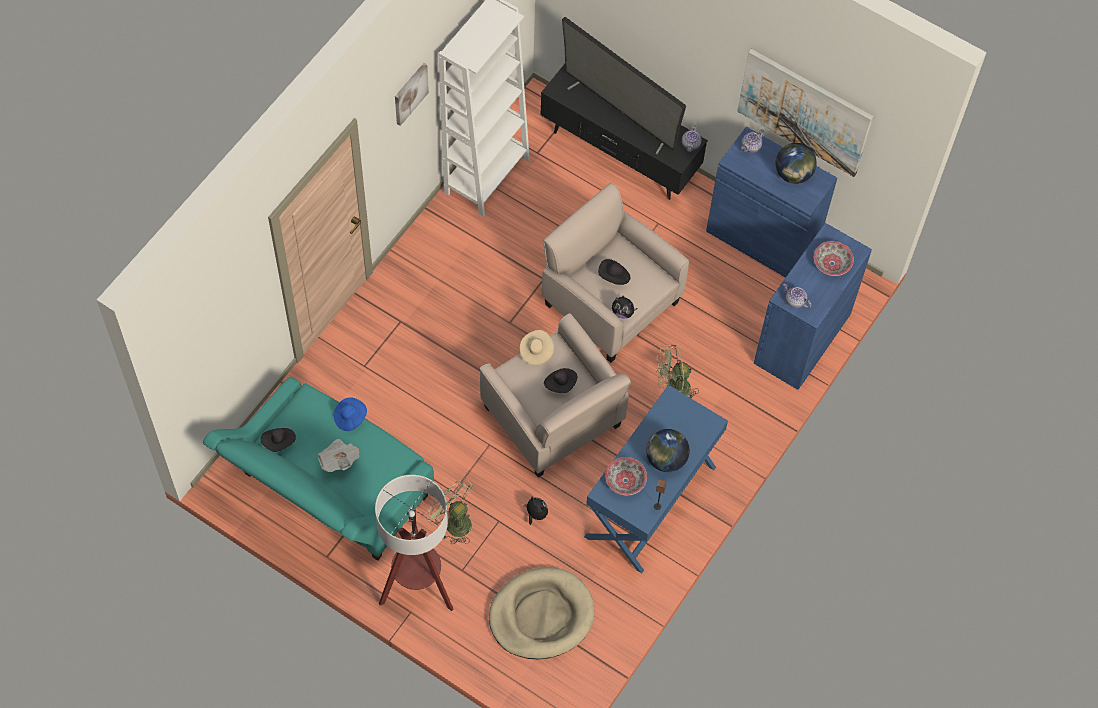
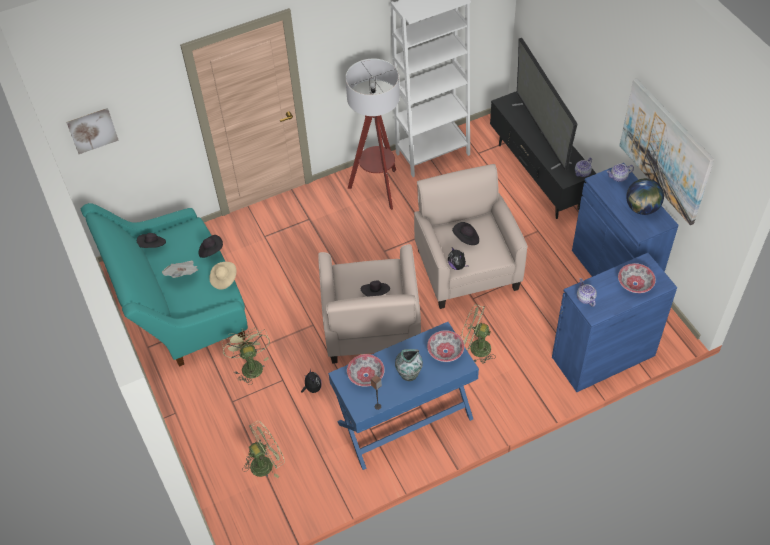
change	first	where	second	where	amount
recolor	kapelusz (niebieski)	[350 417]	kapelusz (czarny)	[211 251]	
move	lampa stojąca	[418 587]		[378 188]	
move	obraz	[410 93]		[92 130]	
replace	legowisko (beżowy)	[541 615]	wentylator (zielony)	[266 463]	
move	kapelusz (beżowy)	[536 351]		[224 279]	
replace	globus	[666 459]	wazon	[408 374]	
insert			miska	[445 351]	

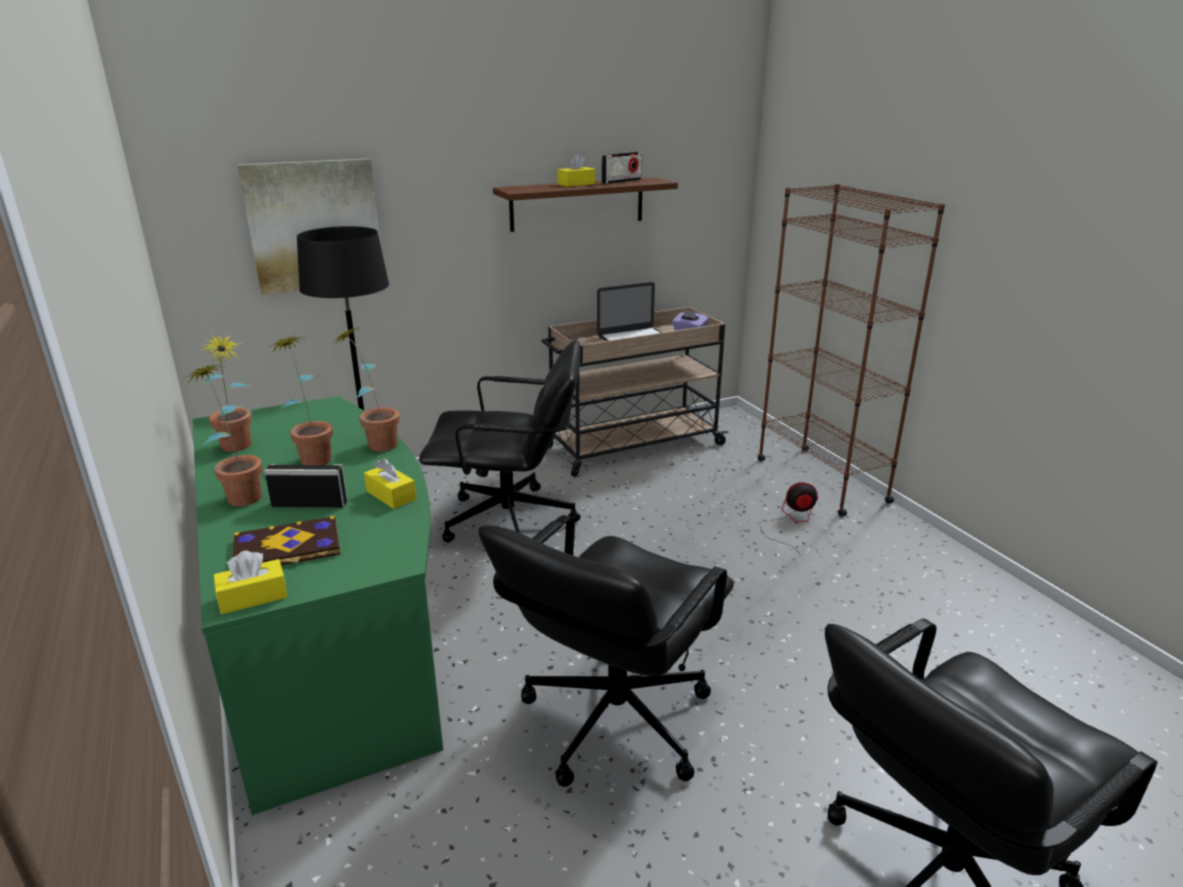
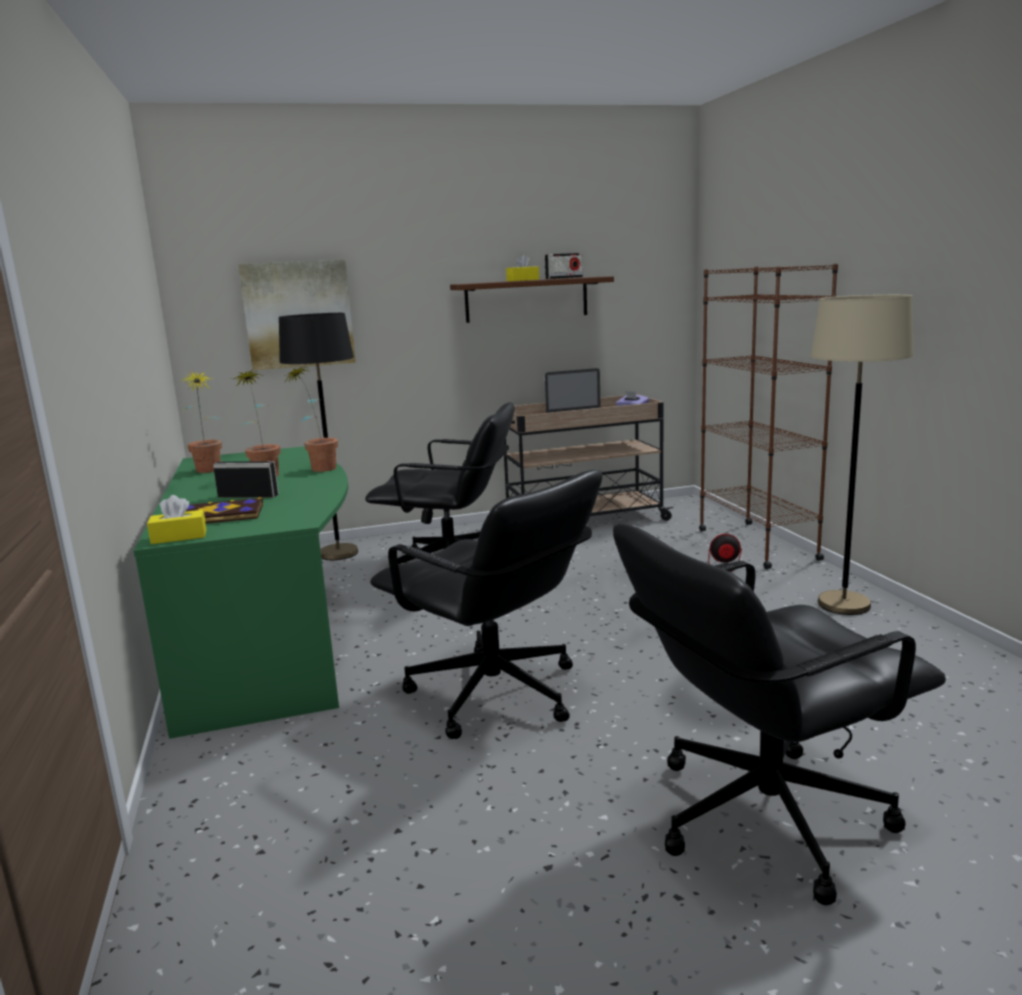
change	first	where	second	where	amount
delete	roślina doniczkowa	[240 494]			
delete	pudełko chusteczek (żółty)	[391 495]			
rotate	krzesło biurowe (czarny)	[613 720]		[495 695]	90 degrees counterclockwise
insert			lampa stojąca (beżowy)	[843 605]	

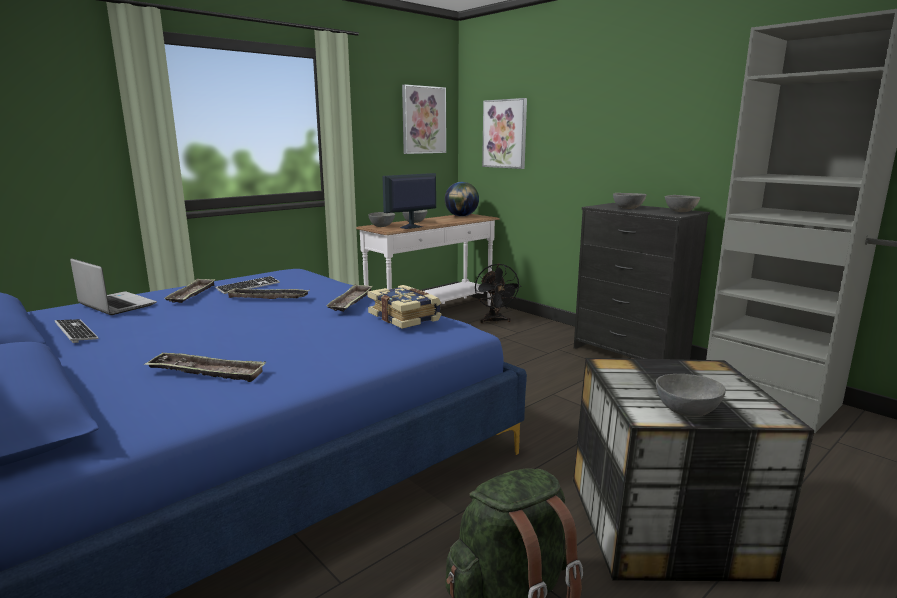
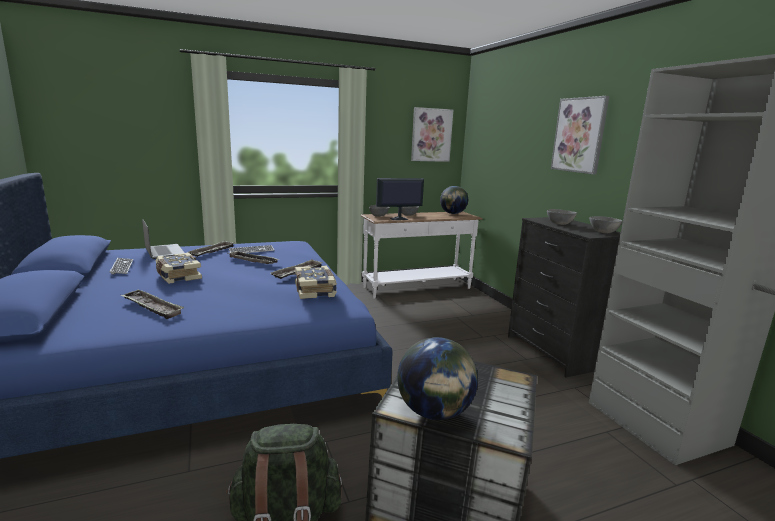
change	first	where	second	where	amount
delete	wentylator (czarny)	[495 321]			
move	obraz	[505 134]		[579 135]	
replace	miska (szary)	[688 412]	globus	[434 412]	
insert			książka	[177 276]	

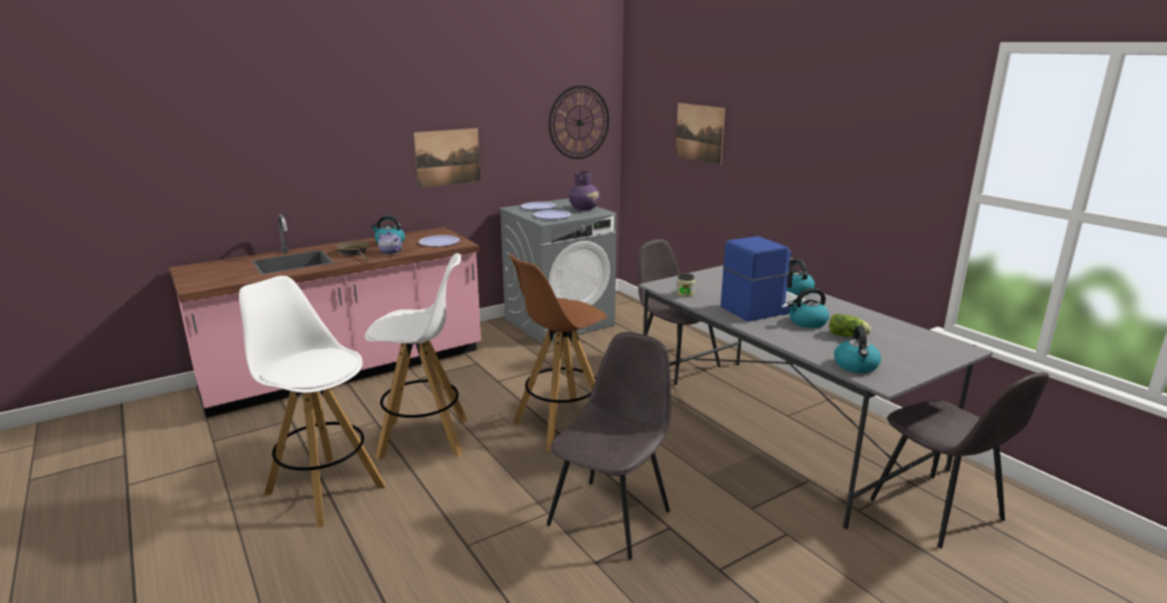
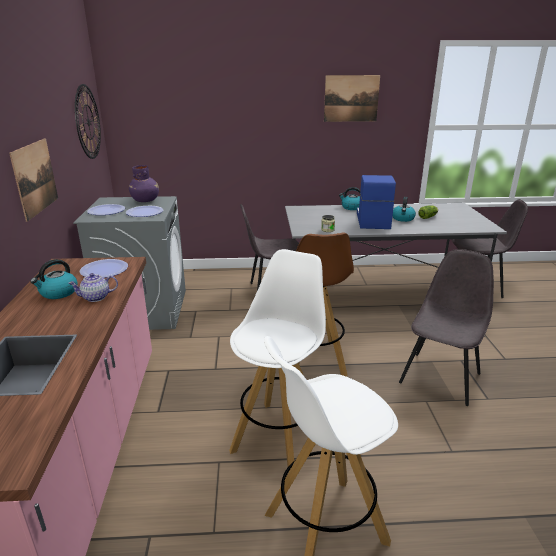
change	first	where	second	where	amount
delete	patelnia (brązowy)	[354 253]			
rotate	krzesło (szary)	[611 516]		[440 377]	60 degrees clockwise
move	obraz	[699 133]		[351 98]	
delete	czajnik	[856 366]			

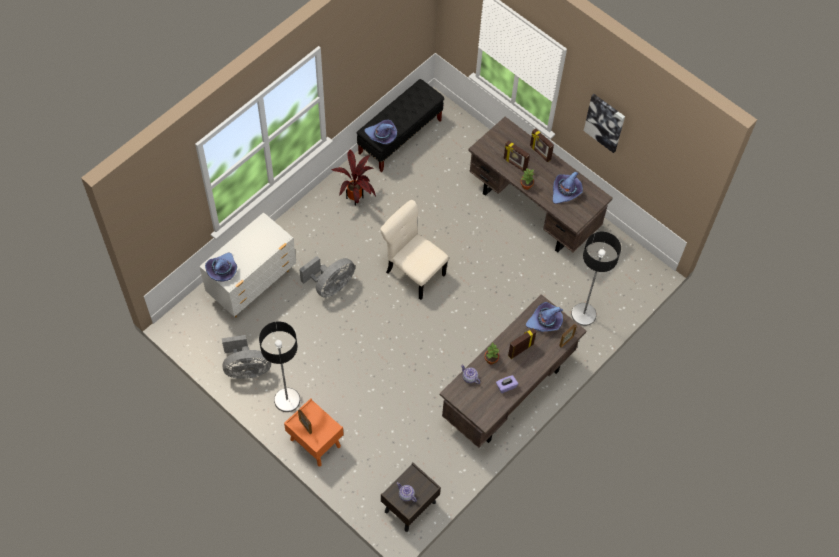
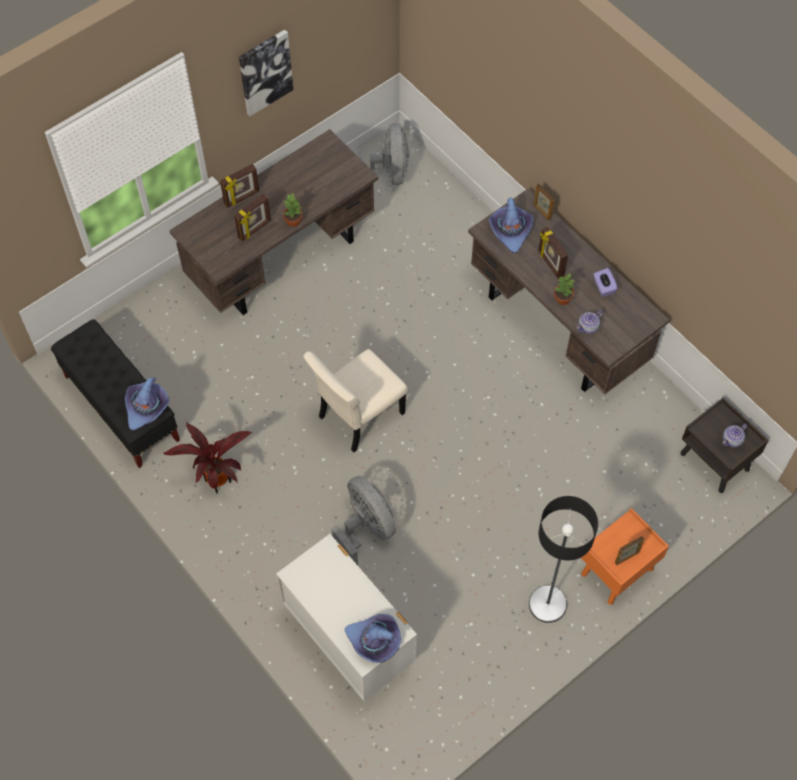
change	first	where	second	where	amount
move	wentylator (szary)	[246 369]		[388 175]	
delete	kapelusz (fioletowy)	[566 191]			
delete	lampa stojąca	[583 314]			

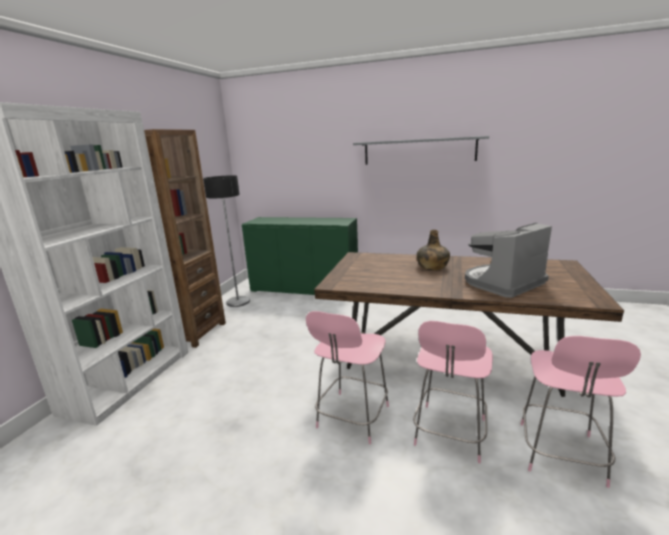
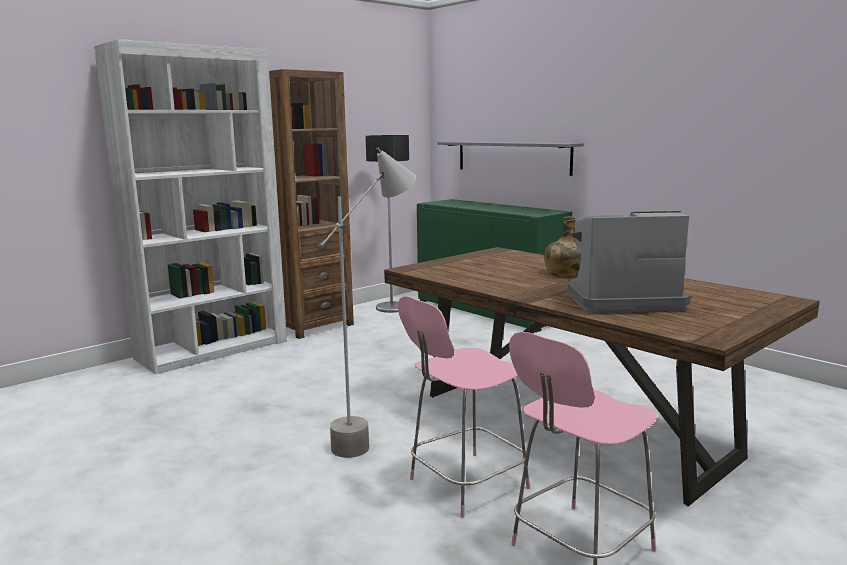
change	first	where	second	where	amount
replace	krzesło (różowy)	[352 418]	lampa stojąca (szary)	[376 438]	
move	półka (szary)	[419 151]		[512 157]	

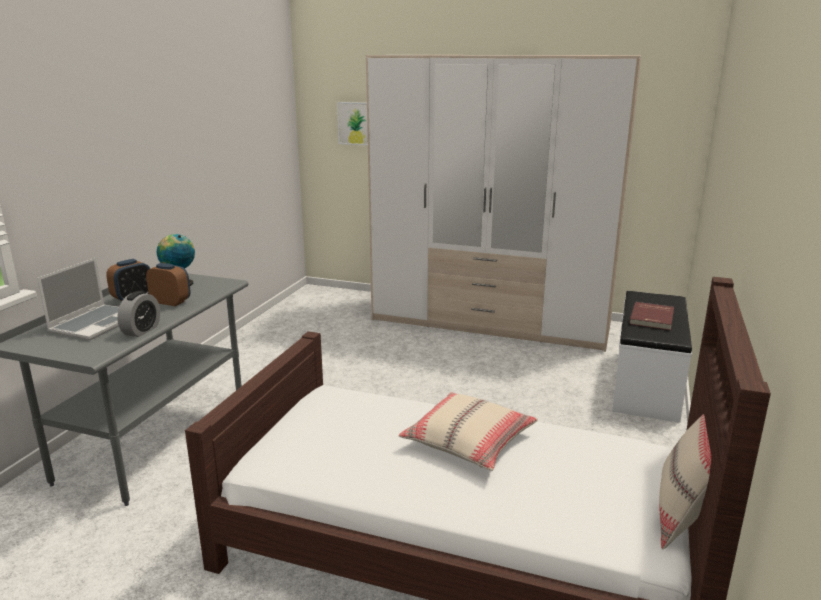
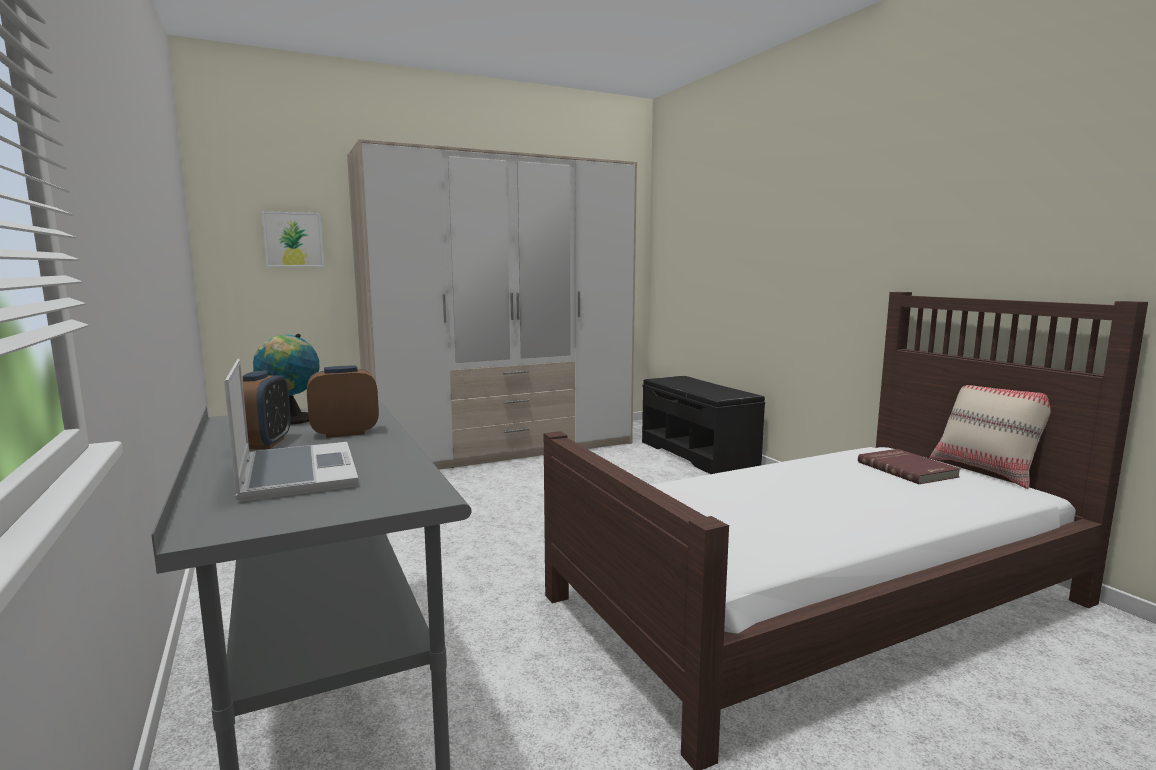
change	first	where	second	where	amount
delete	budzik	[141 331]			
delete	poduszka (beżowy)	[469 442]			
recolor	ławka (biały)	[647 384]	ławka (czarny)	[698 454]	
move	książka (czerwony)	[653 318]		[908 469]	

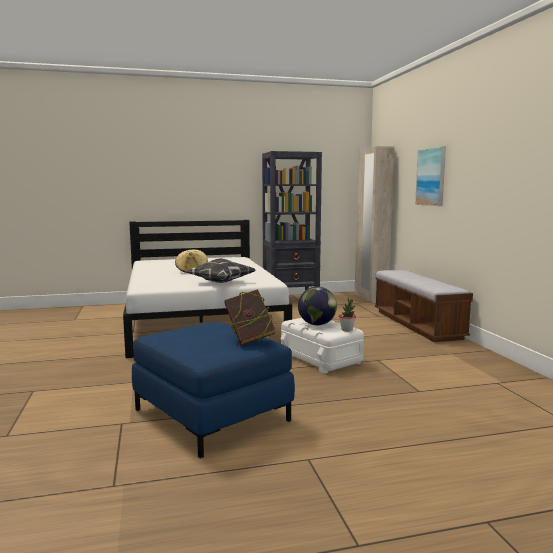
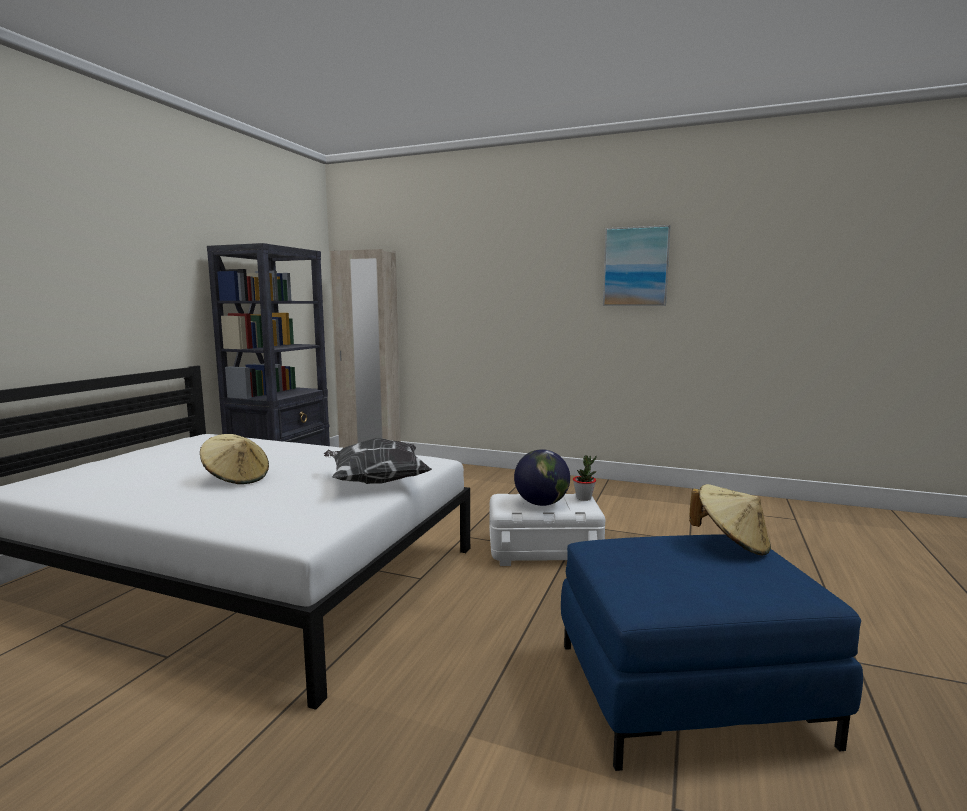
change	first	where	second	where	amount
replace	książka	[249 340]	kapelusz (beżowy)	[731 544]	
delete	ławka	[416 324]			
move	obraz	[431 177]		[635 267]	

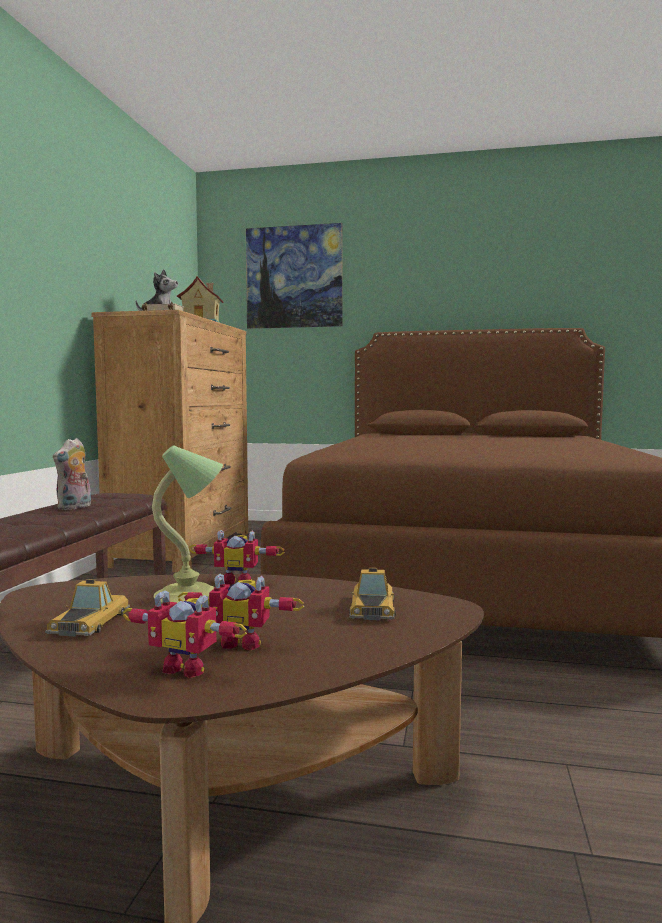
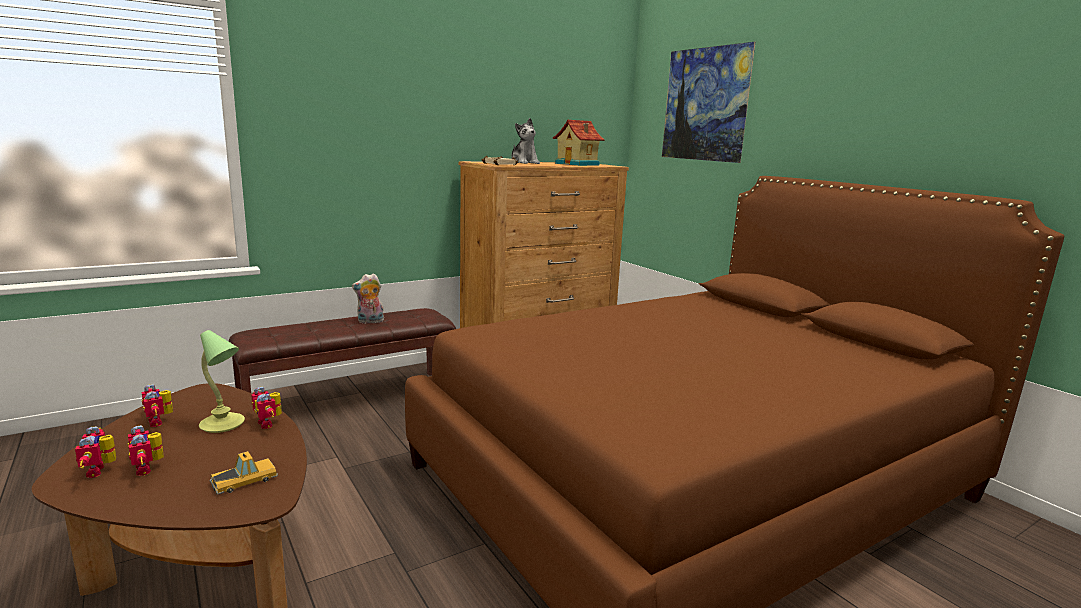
change	first	where	second	where	amount
replace	samochodzik	[91 621]	robot zabawkowy	[160 421]	

